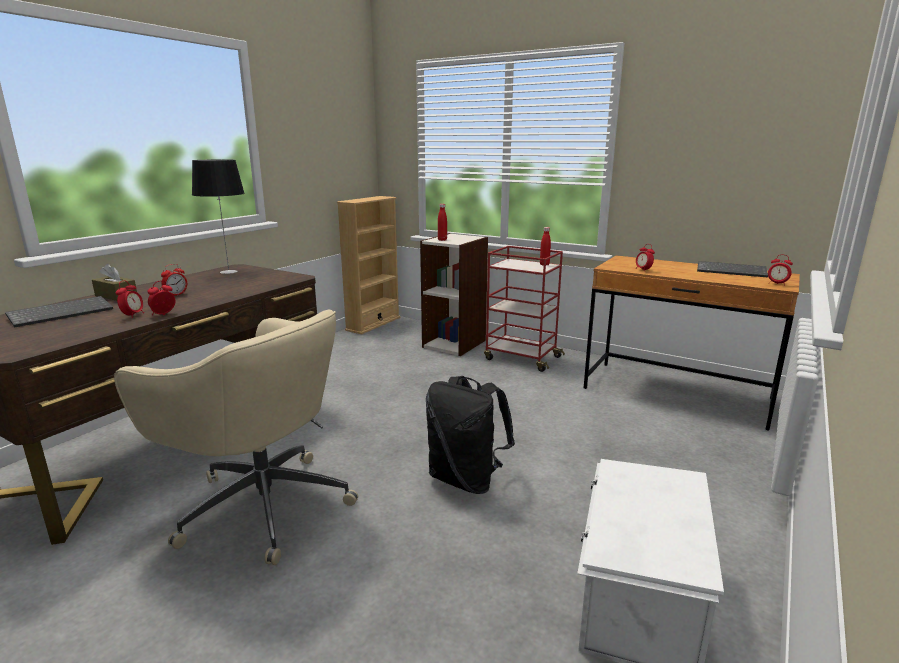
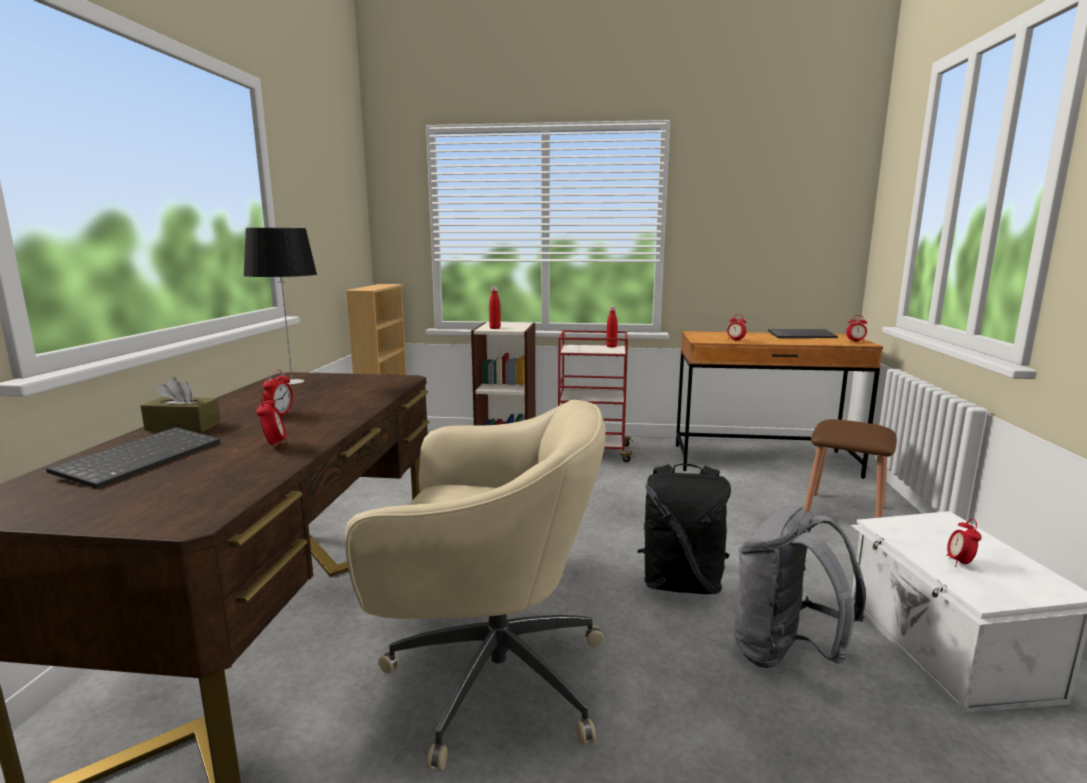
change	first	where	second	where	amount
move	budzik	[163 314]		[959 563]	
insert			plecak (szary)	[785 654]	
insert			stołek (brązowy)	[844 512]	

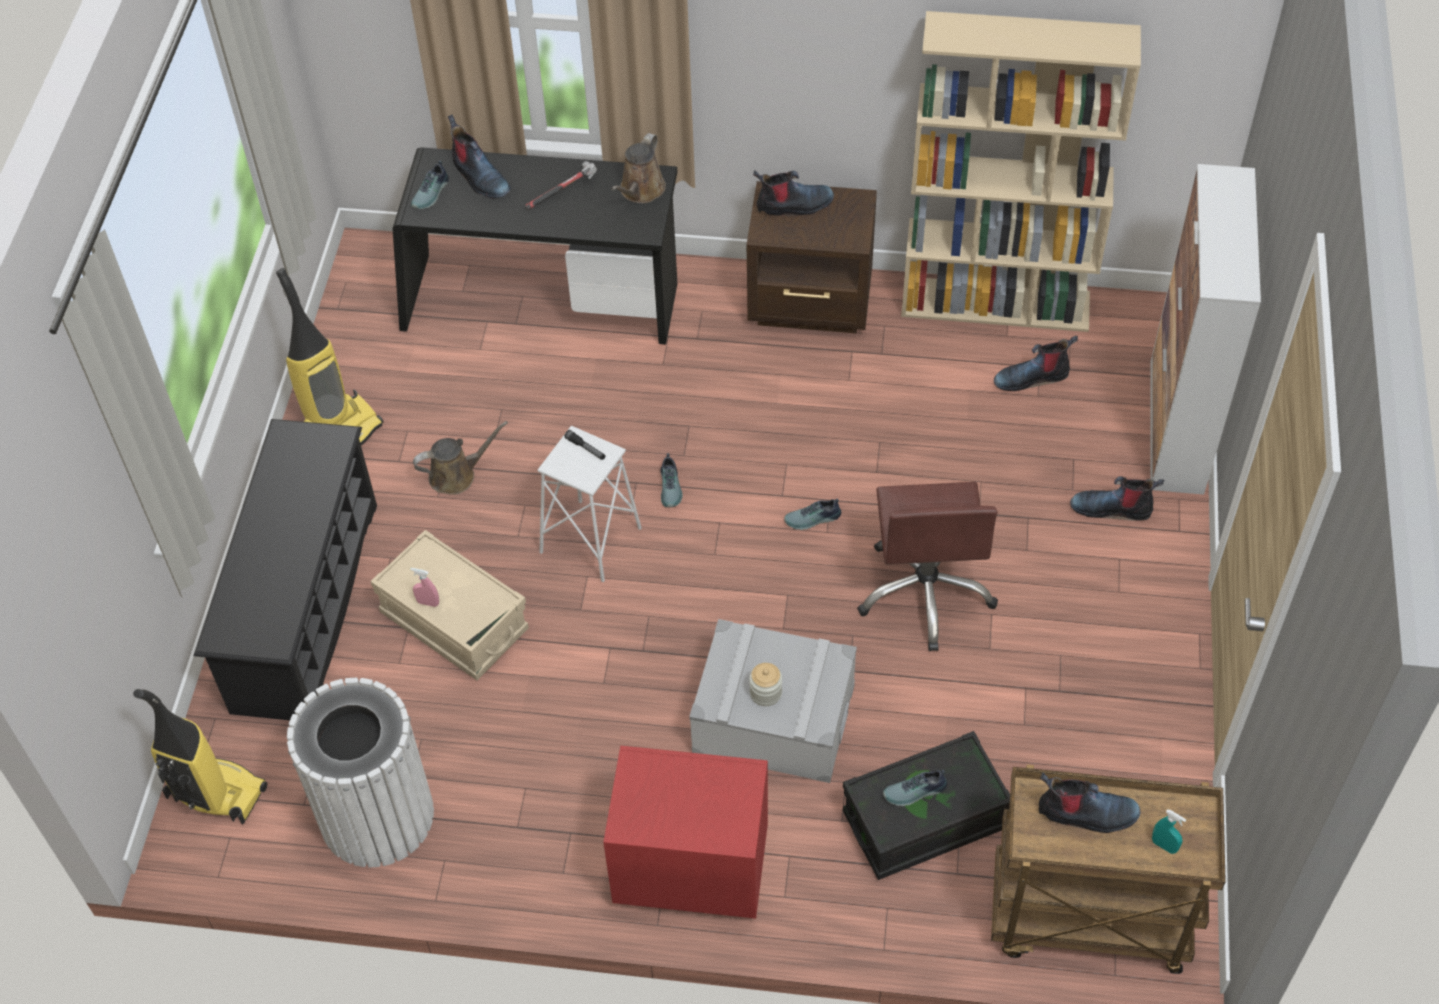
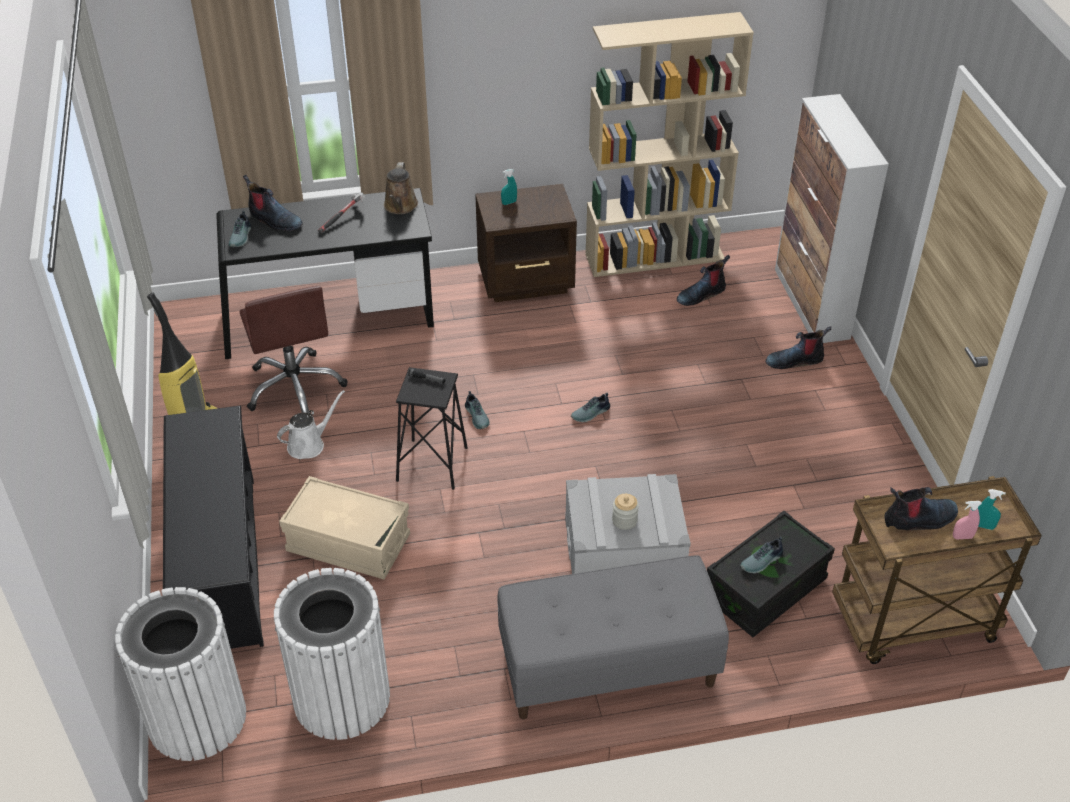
change	first	where	second	where	amount
replace	odkurzacz	[215 794]	kosz na śmieci (biały)	[196 718]	
move	spryskiwacz (różowy)	[428 602]		[962 537]	
recolor	konewka (brązowy)	[457 475]	konewka (biały)	[309 444]	
recolor	stołek (biały)	[590 540]	stołek (czarny)	[432 464]	
replace	szafka nocna (czerwony)	[689 867]	ławka (szary)	[607 668]	
replace	but z cholewką	[793 205]	spryskiwacz (turkusowy)	[509 203]	
move	krzesło biurowe (brązowy)	[925 592]		[295 387]	

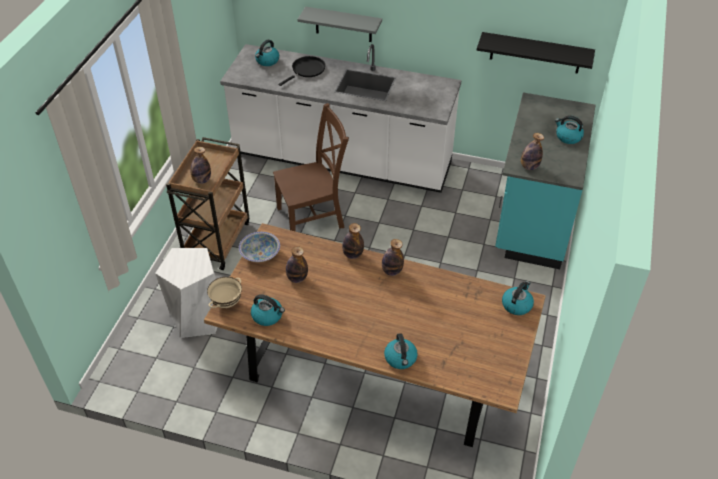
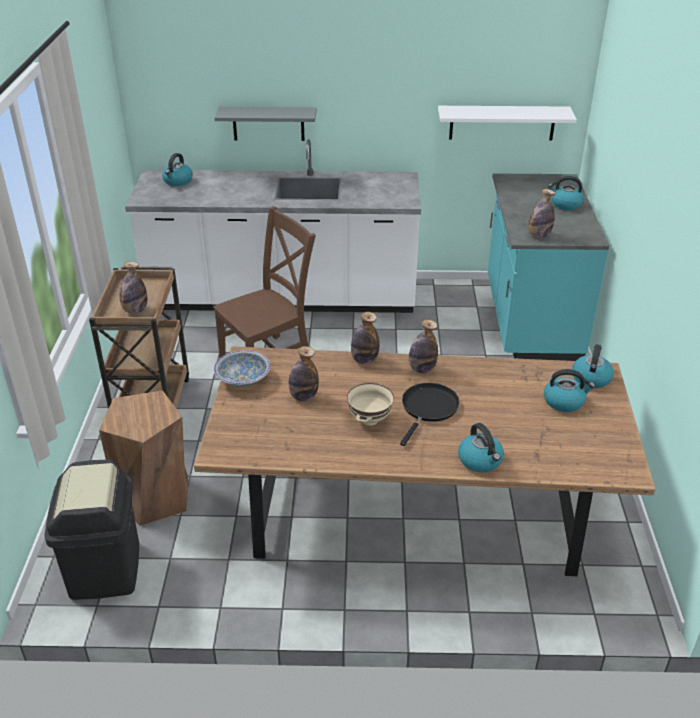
change	first	where	second	where	amount
recolor	stołek (biały)	[197 317]	stołek (brązowy)	[155 497]	
move	miska (beżowy)	[227 303]		[370 420]	
move	czajnik	[268 316]		[564 402]	
move	patelnia (czarny)	[306 70]		[428 408]	
recolor	półka (czarny)	[535 53]	półka (biały)	[502 122]	
insert			kosz na śmieci (czarny)	[106 570]	

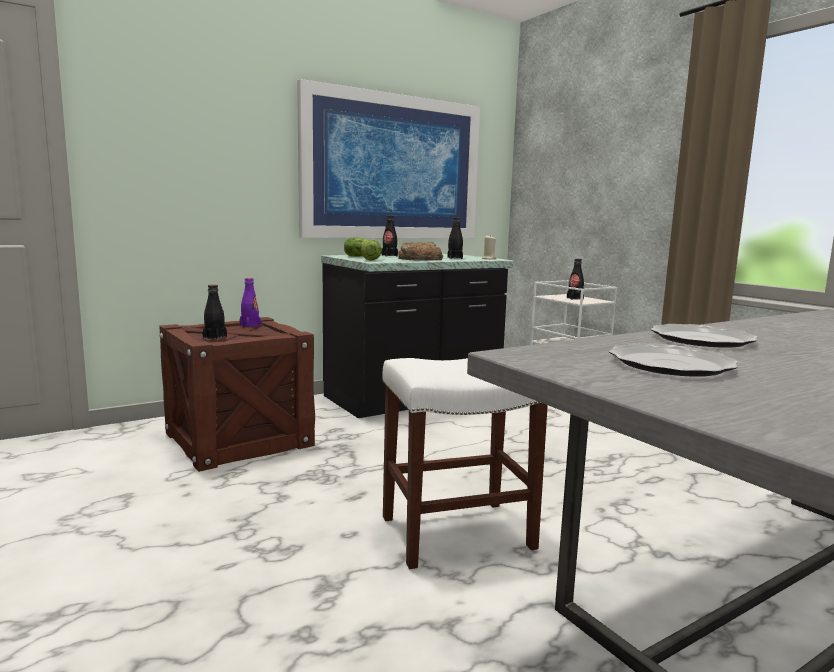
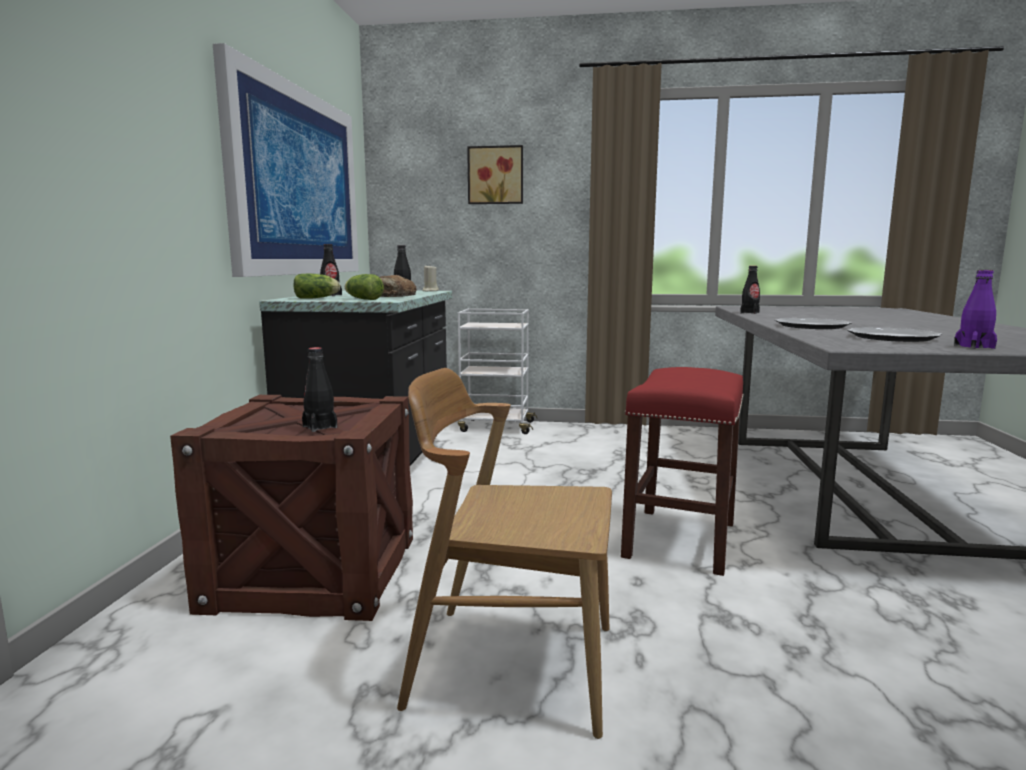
change	first	where	second	where	amount
move	butelka (fioletowy)	[250 325]		[974 347]	
recolor	stołek (biały)	[458 532]	stołek (czerwony)	[679 539]	
move	butelka (czarny)	[575 298]		[749 313]	
insert			krzesło (brązowy)	[512 665]	
insert			obraz	[495 175]	

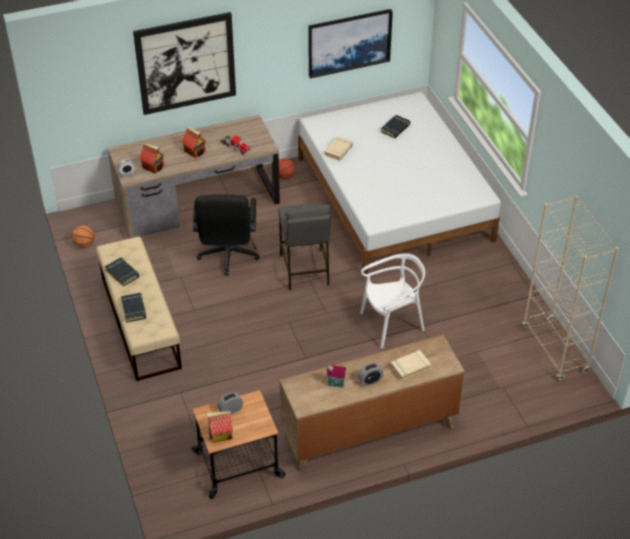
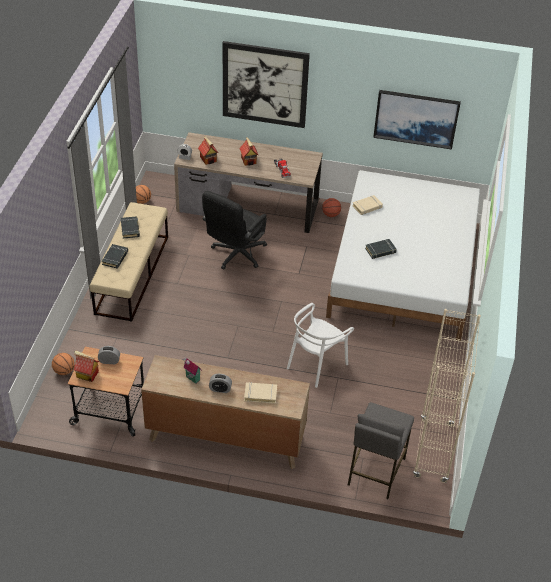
change	first	where	second	where	amount
move	stołek (szary)	[304 270]		[375 471]	
rotate	krzesło (biały)	[392 324]		[316 364]	120 degrees clockwise
move	książka (czarny)	[395 128]		[380 251]	
insert			piłka do koszykówki	[64 371]	

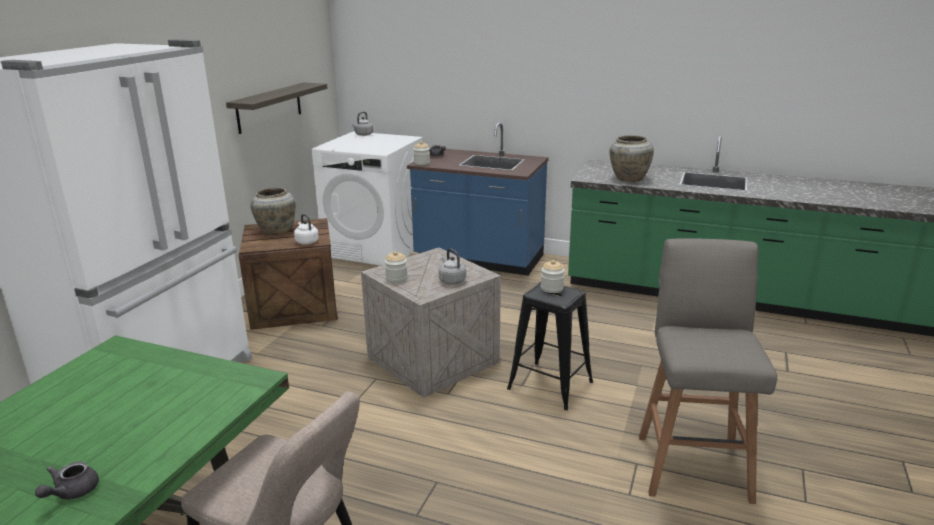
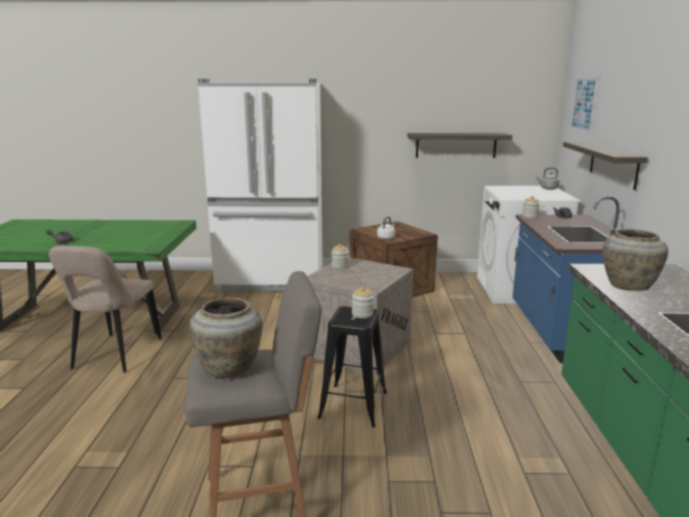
change	first	where	second	where	amount
move	wazon (beżowy)	[276 231]		[230 368]	
delete	czajnik (szary)	[451 280]			
insert			półka	[613 164]	
insert			obraz	[583 104]	

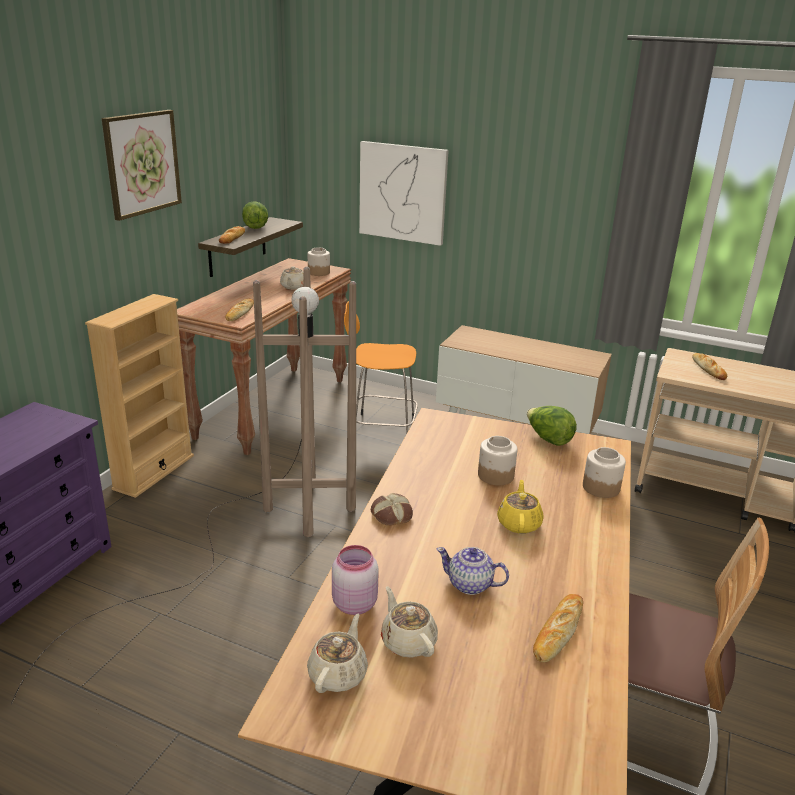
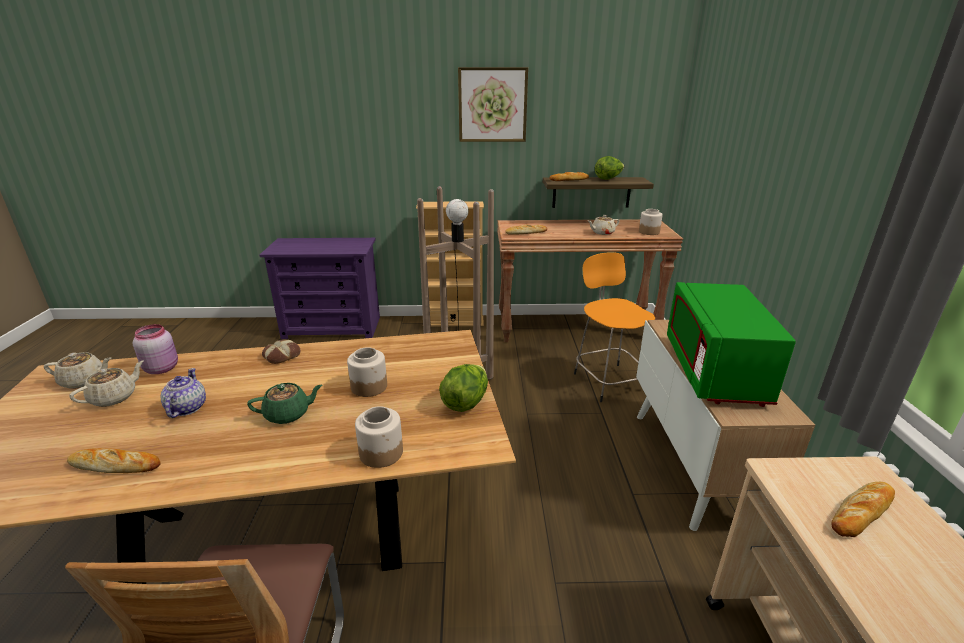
change	first	where	second	where	amount
delete	obraz	[403 192]			
recolor	imbryk (żółty)	[519 523]	imbryk (zielony)	[288 414]	
insert			mikrofalówka (zielony)	[714 372]	

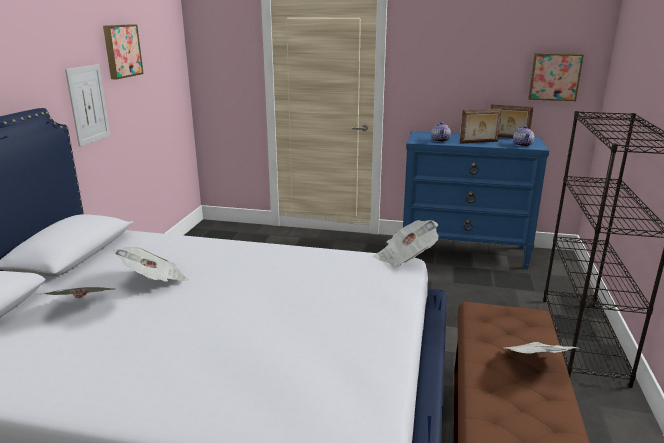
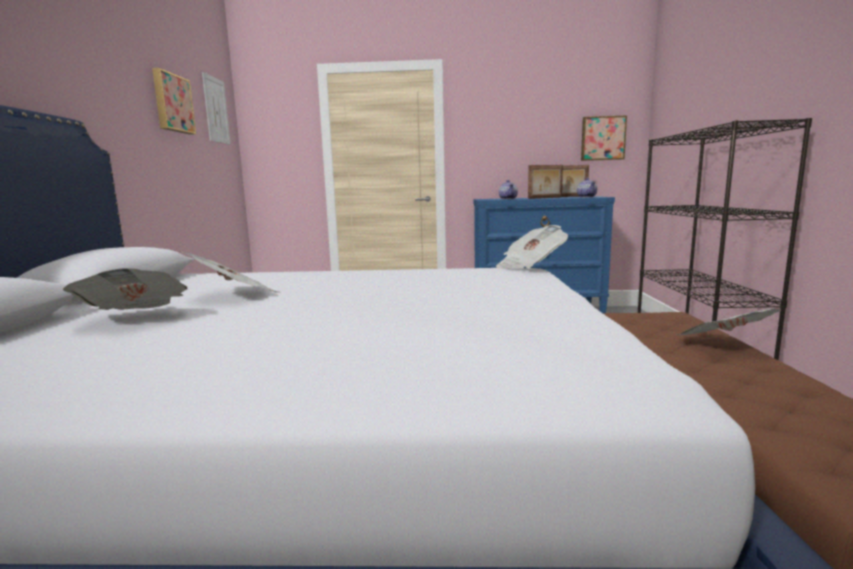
change	first	where	second	where	amount
move	obraz	[88 104]		[216 110]	

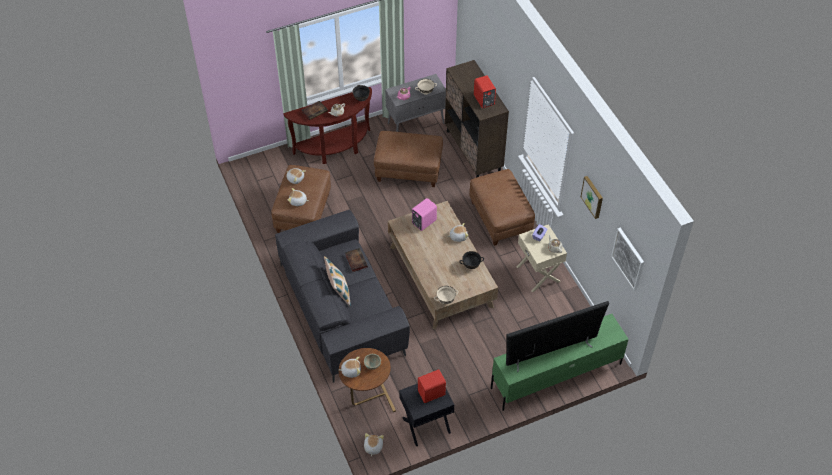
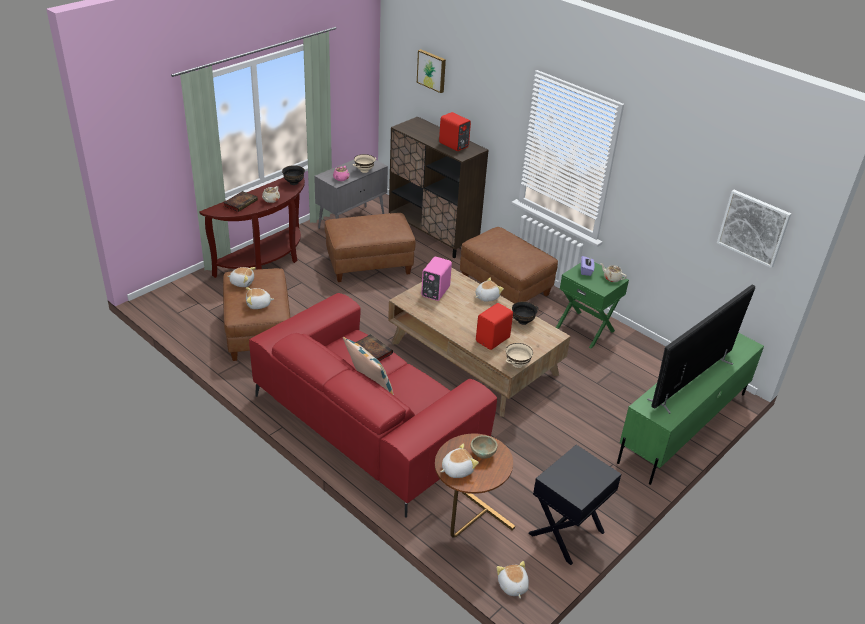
change	first	where	second	where	amount
recolor	kanapa (szary)	[342 308]	kanapa (czerwony)	[368 424]	
move	głośnik (czerwony)	[432 393]		[493 340]	
recolor	szafka nocna (beżowy)	[539 273]	szafka nocna (zielony)	[585 329]	
move	obraz	[593 196]		[432 70]	

